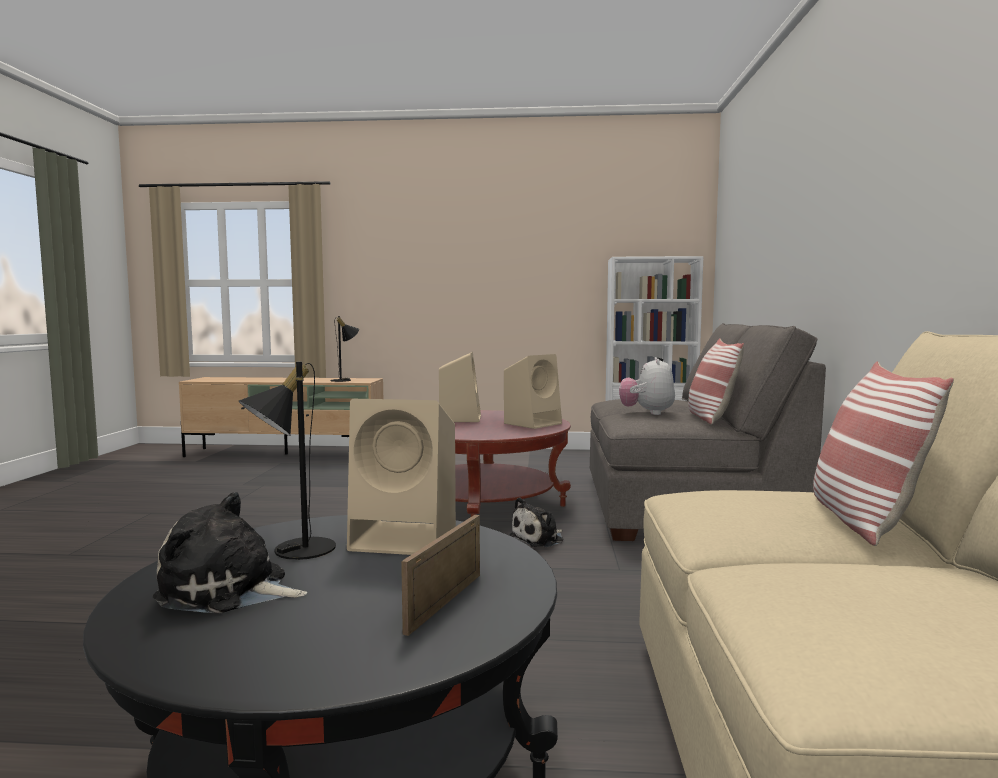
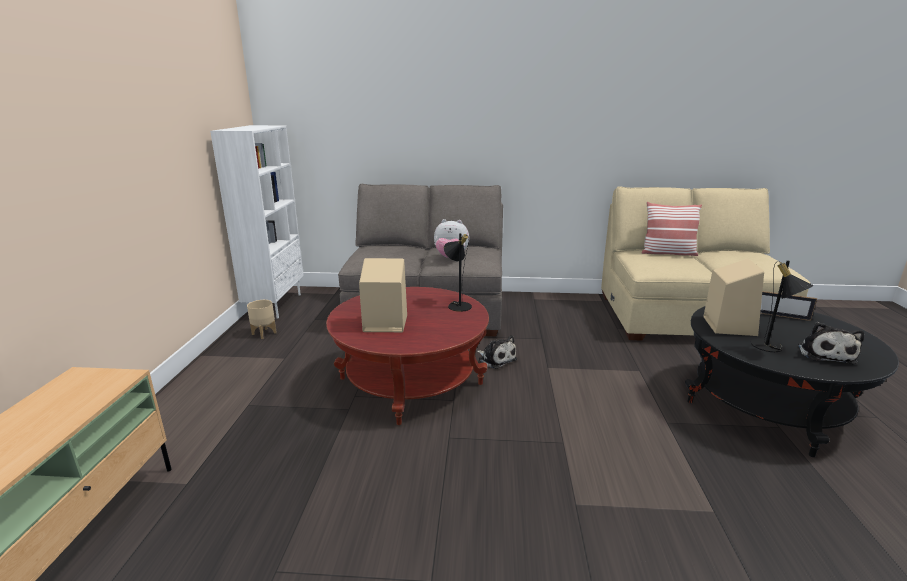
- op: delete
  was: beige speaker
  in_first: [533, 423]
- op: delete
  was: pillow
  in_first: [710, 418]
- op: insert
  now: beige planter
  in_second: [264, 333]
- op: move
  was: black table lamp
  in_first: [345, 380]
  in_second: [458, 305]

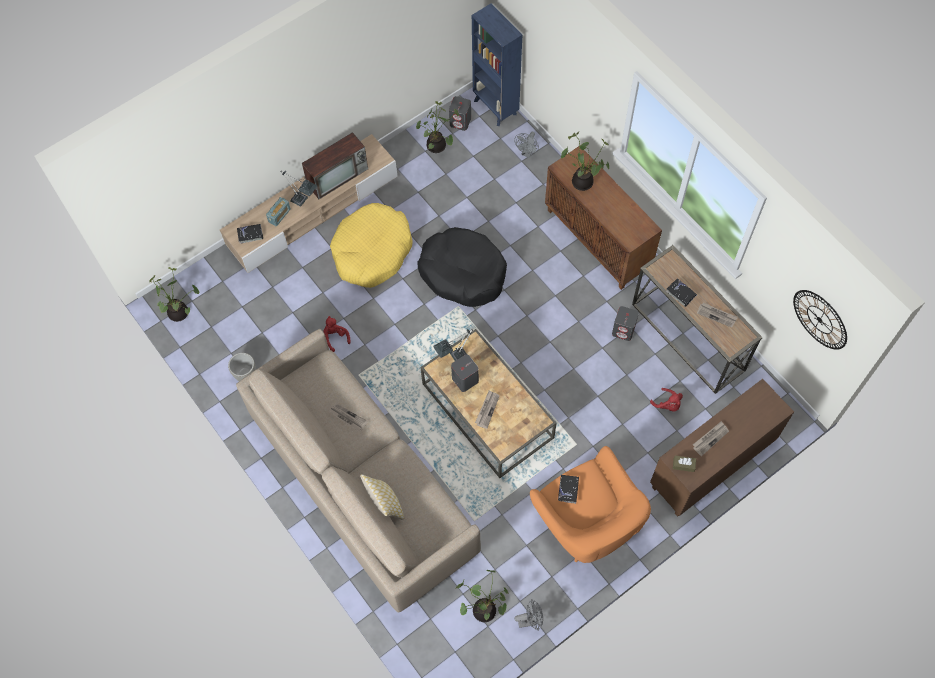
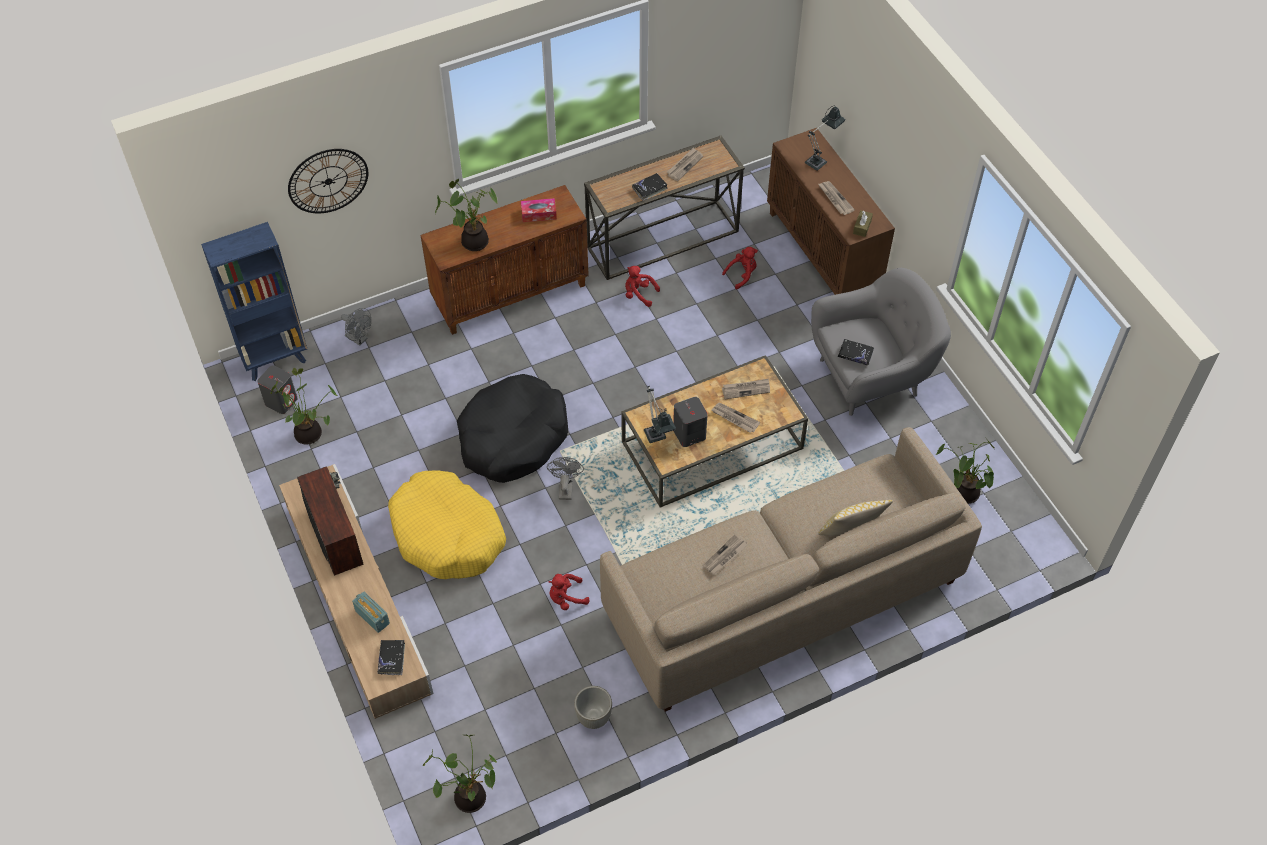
- op: insert
  now: tissue box
  in_second: [539, 214]
- op: insert
  now: newspaper
  in_second: [746, 389]
- op: move
  was: table lamp
  in_first: [302, 201]
  in_second: [819, 160]
- op: move
  was: grey fan
  in_first: [530, 620]
  in_second: [565, 487]
- op: move
  was: wall clock
  in_first: [820, 319]
  in_second: [328, 181]
- op: replace
  was: grey speaker
  now: red plush toy
  in_first: [623, 330]
  in_second: [639, 294]
- op: recolor
  was: orange armchair
  now: grey armchair
  in_first: [586, 522]
  in_second: [871, 376]

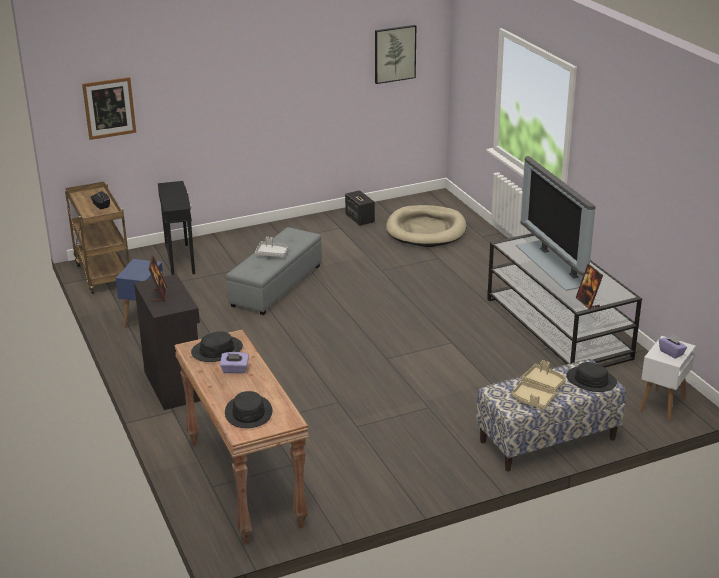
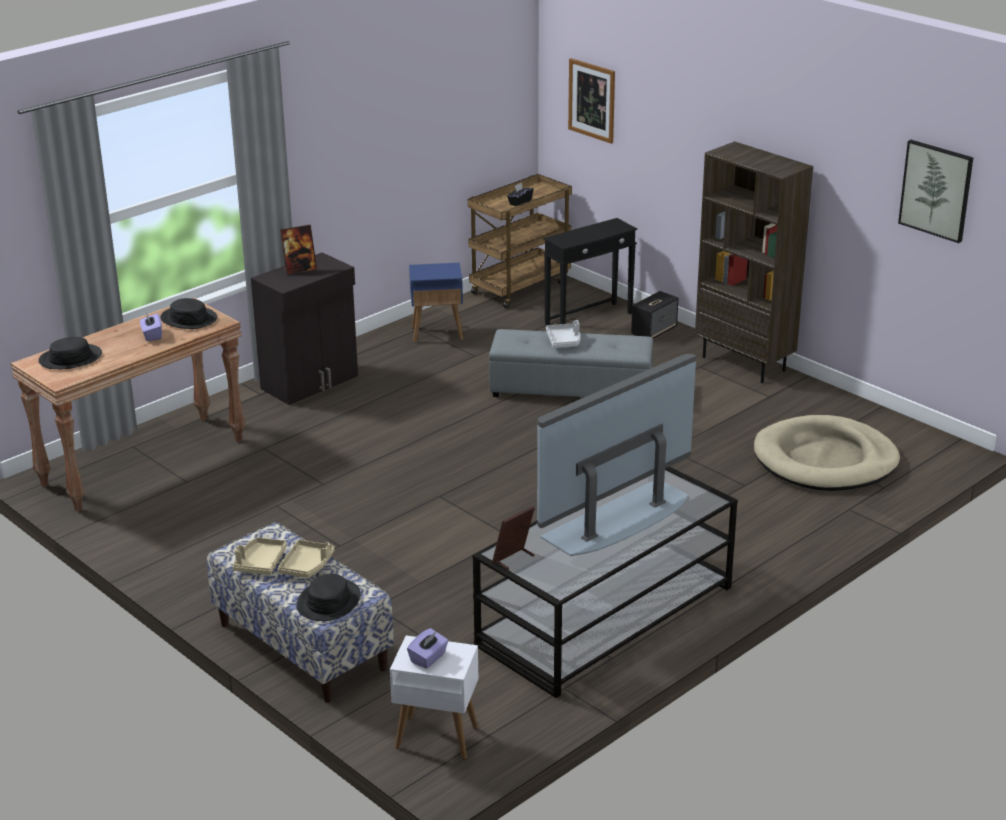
- op: insert
  now: brown bookcase
  in_second: [745, 364]
- op: move
  was: speaker
  in_first: [359, 218]
  in_second: [654, 331]

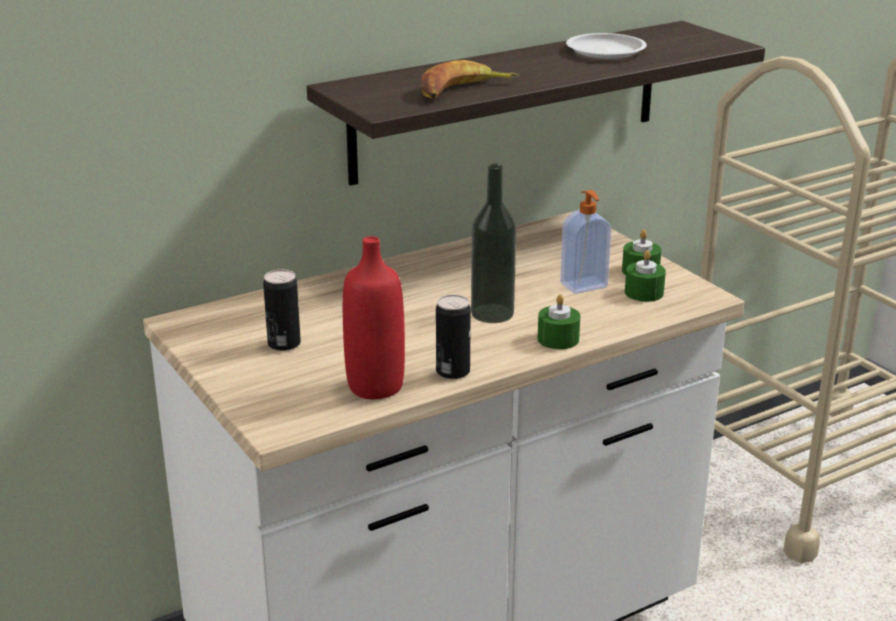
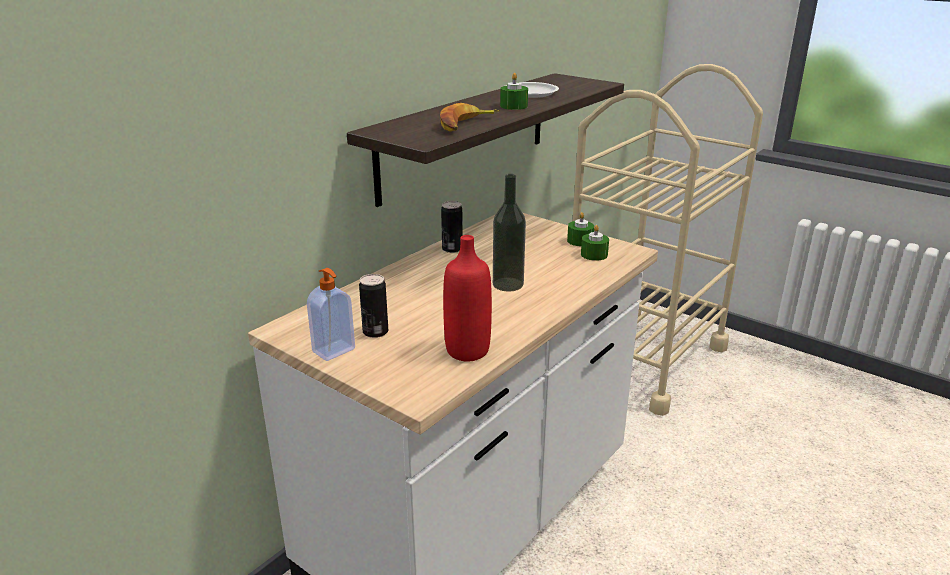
- op: move
  was: can
  in_first: [453, 372]
  in_second: [452, 249]
- op: move
  was: green candle
  in_first: [558, 339]
  in_second: [513, 106]
- op: move
  was: soap dispenser
  in_first: [584, 286]
  in_second: [334, 351]

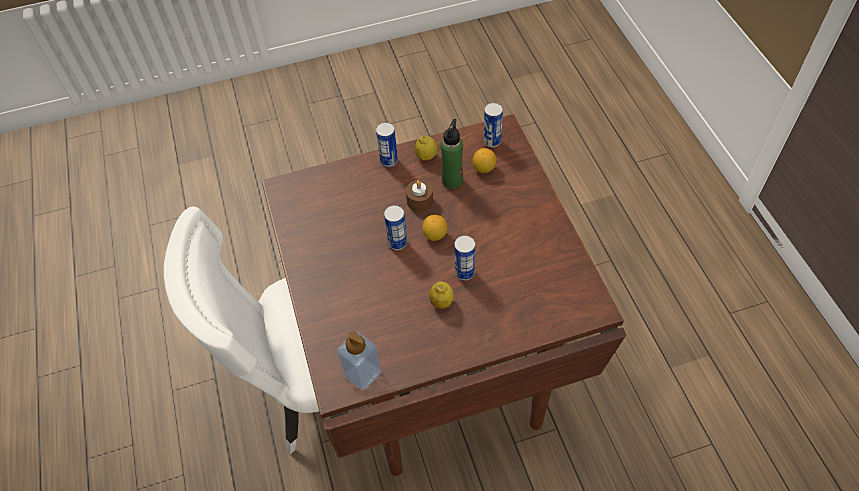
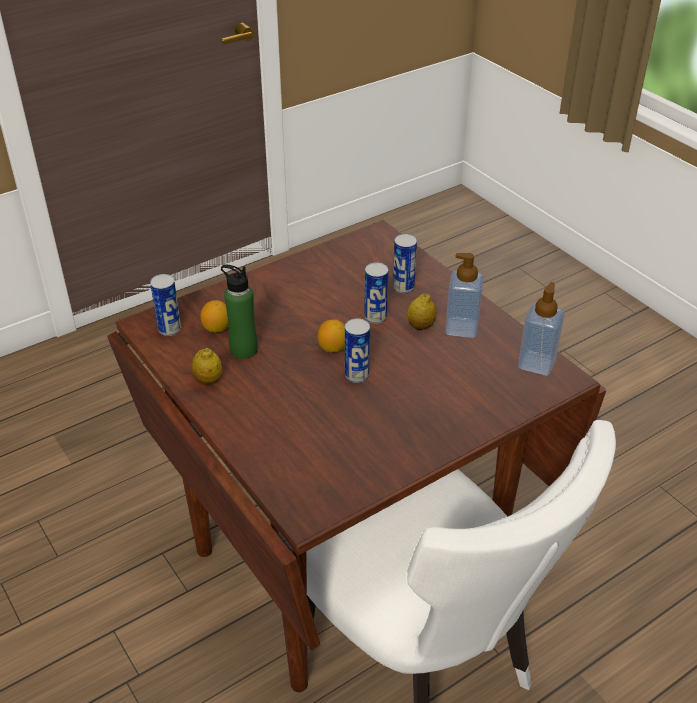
- op: delete
  was: brown candle
  in_first: [420, 201]
- op: insert
  now: soap dispenser
  in_second: [461, 328]
- op: move
  was: can
  in_first: [389, 161]
  in_second: [403, 287]

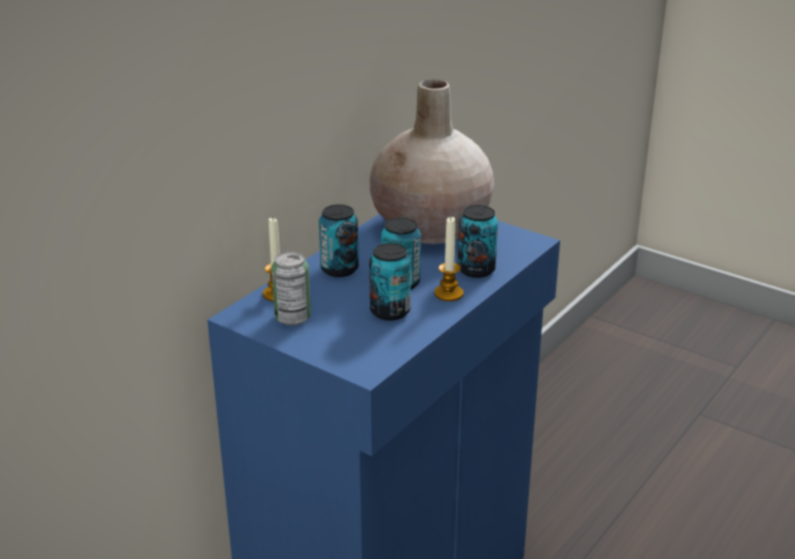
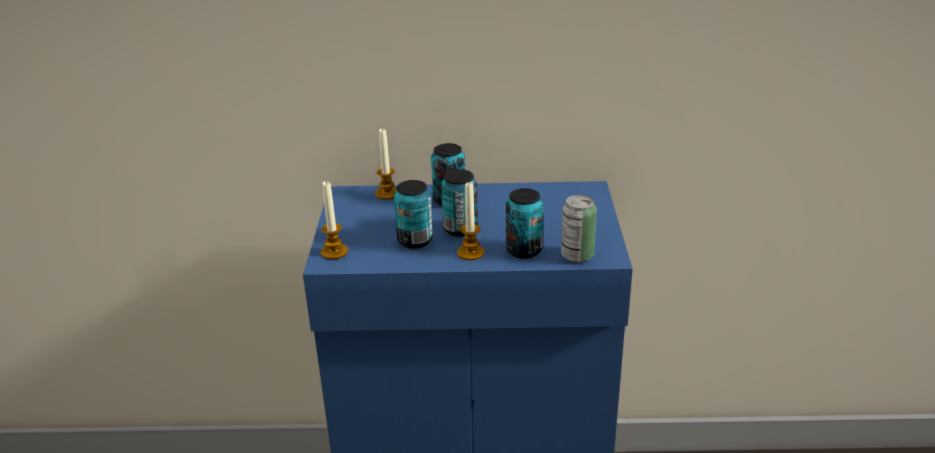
- op: delete
  was: beige vase
  in_first: [431, 227]
- op: insert
  now: candle
  in_second: [334, 252]
- op: move
  was: can
  in_first: [292, 318]
  in_second: [577, 255]

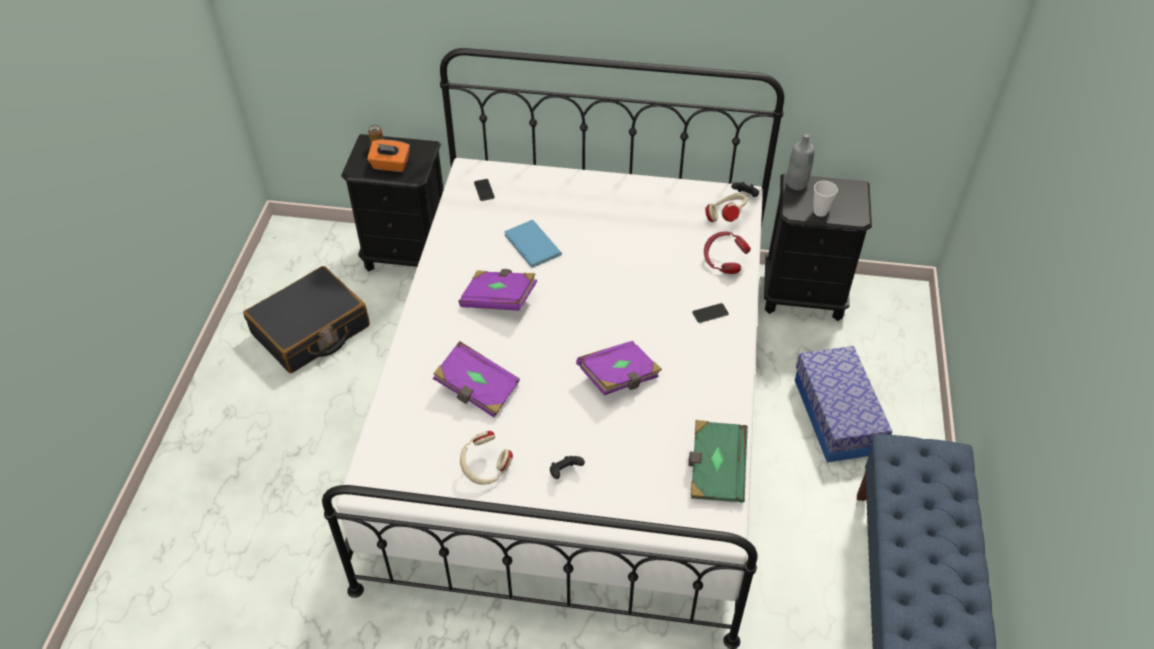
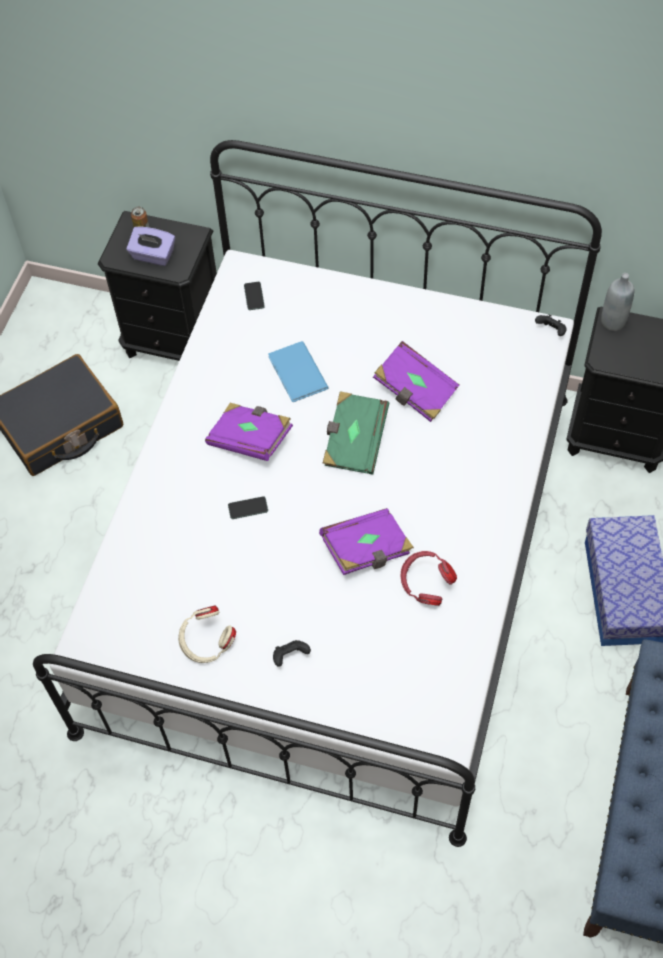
- op: delete
  was: beige headphones
  in_first: [726, 217]
- op: delete
  was: cup
  in_first: [820, 212]
- op: move
  was: purple book
  in_first: [477, 390]
  in_second: [415, 391]
- op: move
  was: green book
  in_first: [715, 471]
  in_second: [354, 442]
- op: move
  was: phone
  in_first: [710, 313]
  in_second: [248, 508]
- op: move
  was: red headphones
  in_first: [723, 263]
  in_second: [425, 586]
- op: recolor
  was: orange tissue box
  now: purple tissue box
  in_first: [390, 165]
  in_second: [153, 256]

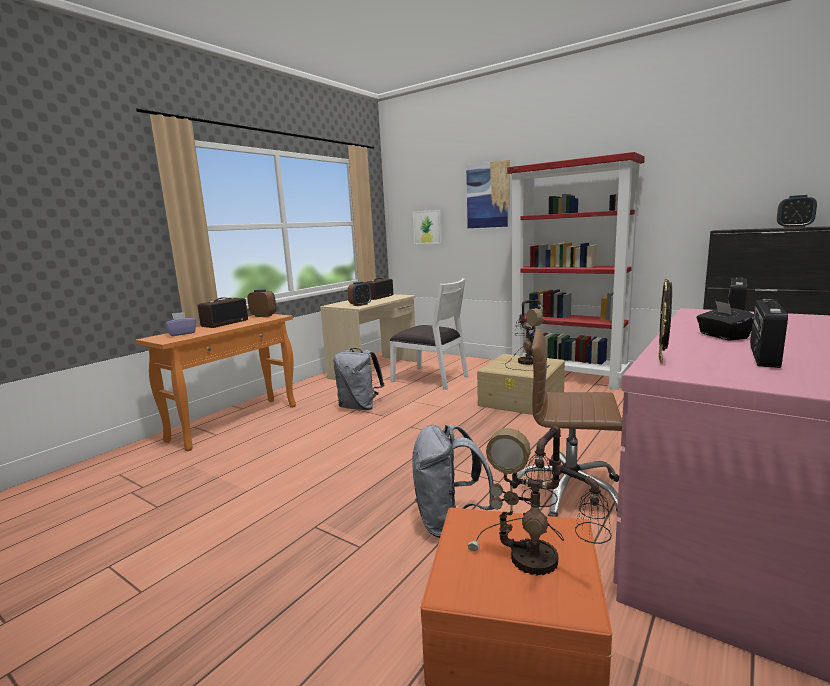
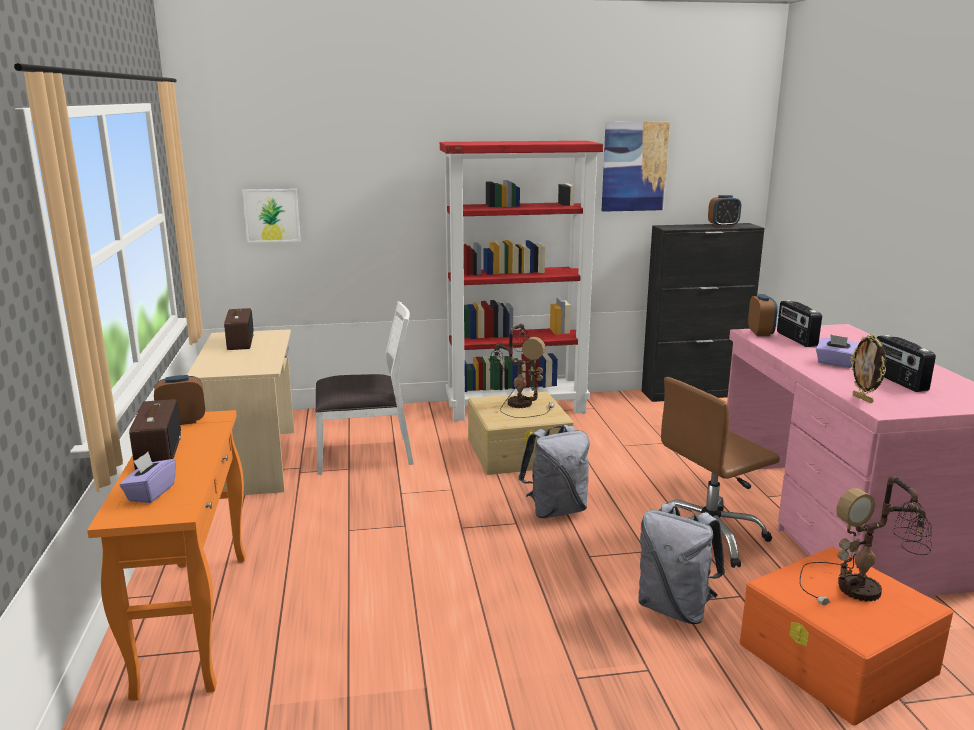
- op: move
  was: grey backpack
  in_first: [359, 407]
  in_second: [556, 510]
- op: move
  was: alarm clock
  in_first: [360, 305]
  in_second: [760, 333]
- op: move
  was: picture
  in_first: [488, 195]
  in_second: [634, 166]
- op: recolor
  was: black tissue box
  now: purple tissue box
  in_first: [722, 336]
  in_second: [835, 363]

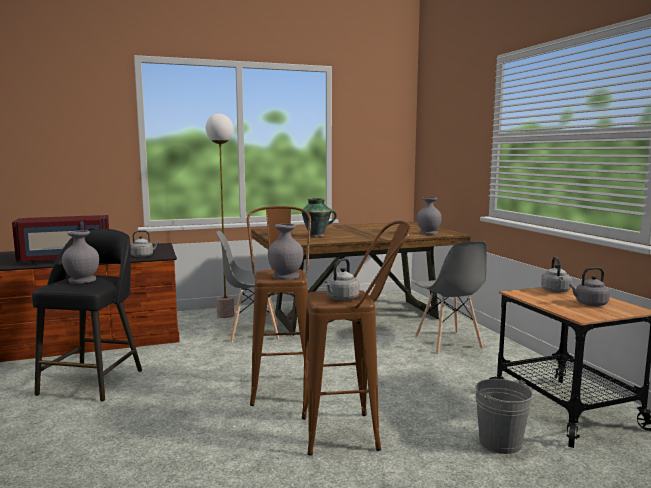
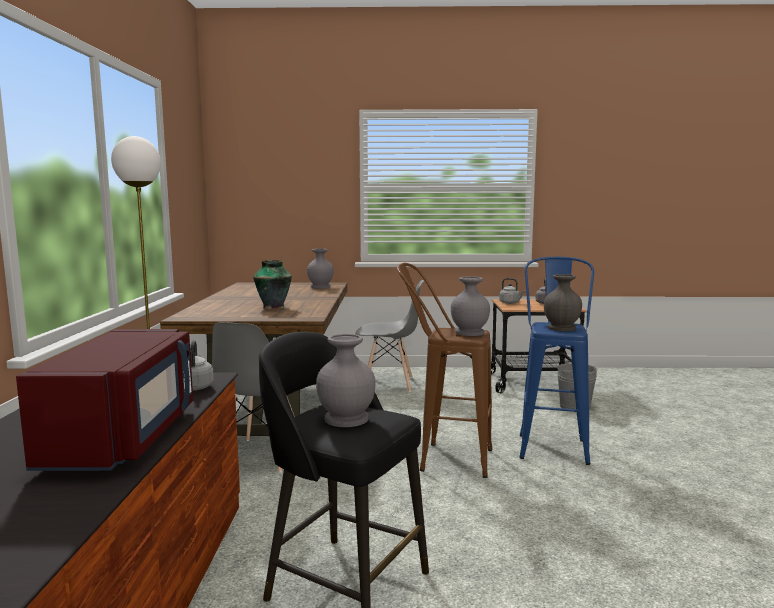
- op: replace
  was: grey kettle
  now: grey vase
  in_first: [341, 299]
  in_second: [562, 328]
- op: recolor
  was: brown stool
  now: blue stool
  in_first: [354, 432]
  in_second: [552, 444]

